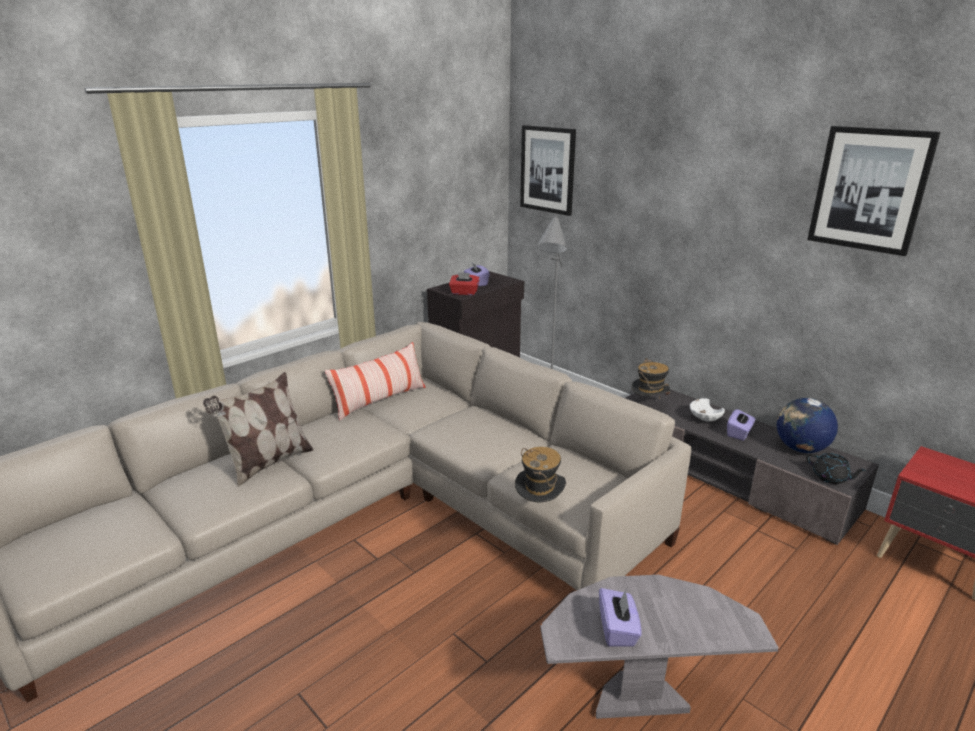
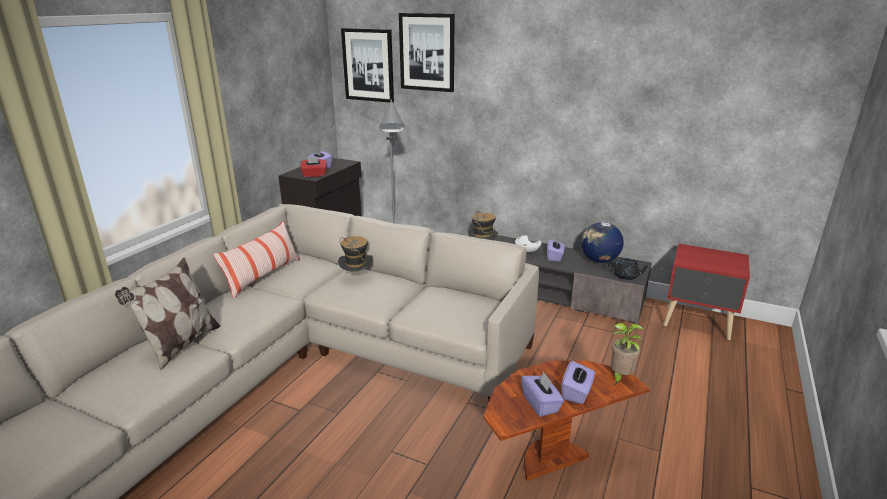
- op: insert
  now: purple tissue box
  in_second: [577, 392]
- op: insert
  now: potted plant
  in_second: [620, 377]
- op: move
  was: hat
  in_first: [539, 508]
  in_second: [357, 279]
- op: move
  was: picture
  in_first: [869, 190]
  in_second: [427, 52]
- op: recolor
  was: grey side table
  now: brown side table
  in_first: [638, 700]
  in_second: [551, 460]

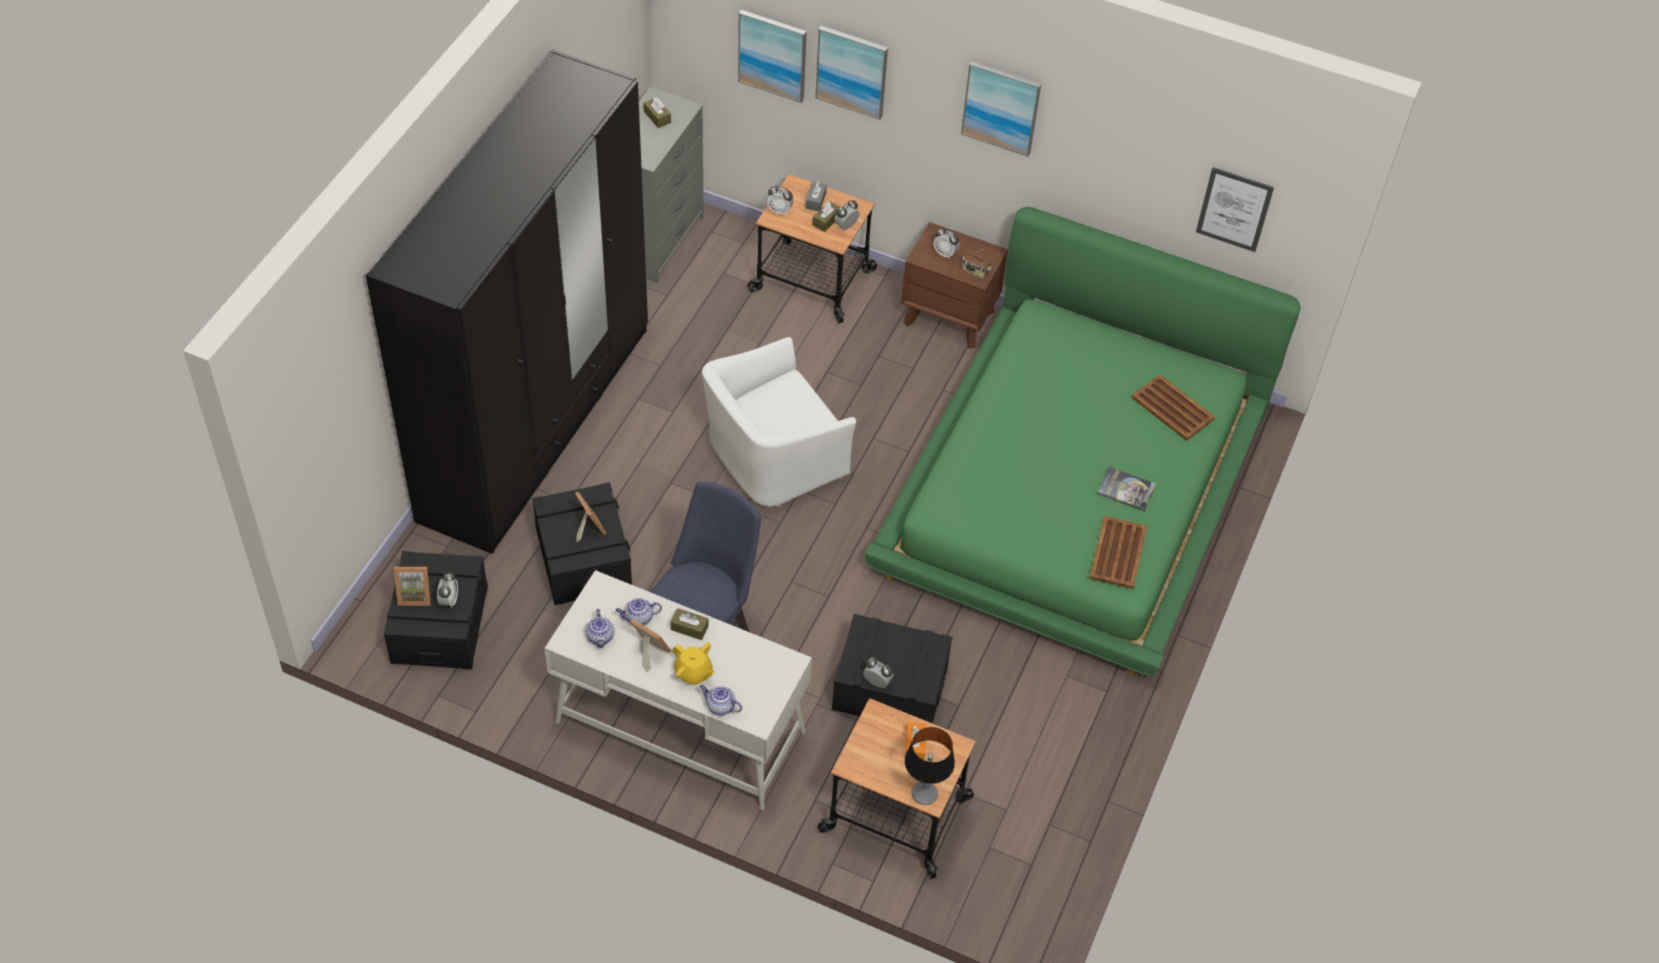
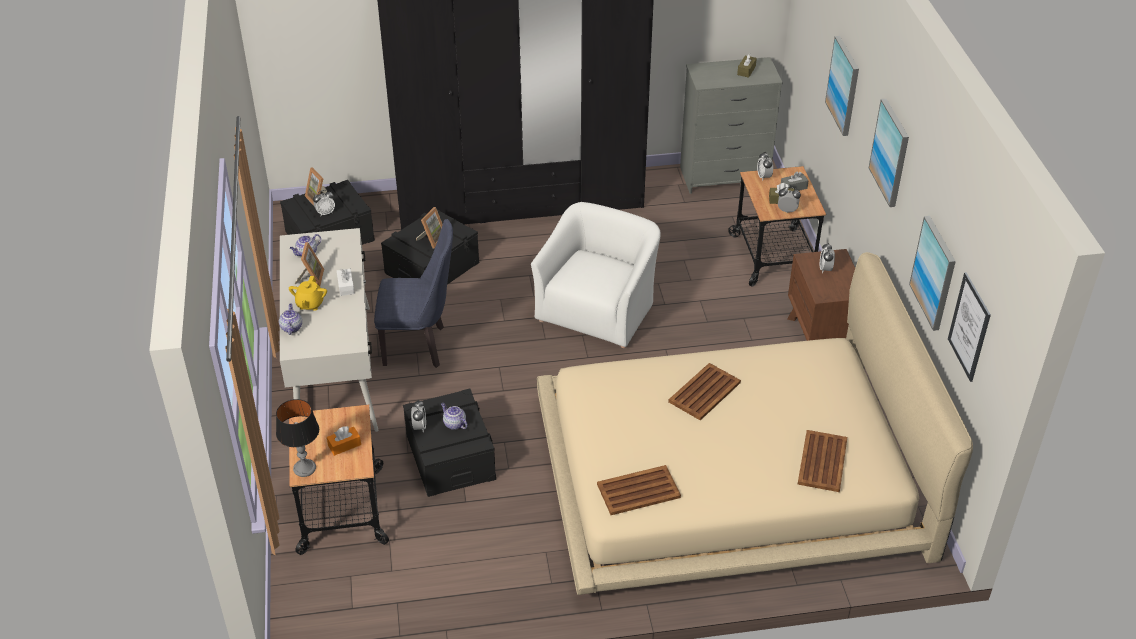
- op: delete
  was: radio
  in_first: [975, 271]
- op: delete
  was: book
  in_first: [1126, 489]
- op: insert
  now: brown tray
  in_second: [705, 392]
- op: move
  was: teapot
  in_first: [638, 618]
  in_second: [454, 424]
- op: move
  was: picture
  in_first: [772, 55]
  in_second: [934, 273]
- op: recolor
  was: brown tissue box
  now: white tissue box
  in_first: [689, 628]
  in_second: [346, 286]
- op: recolor
  was: green bed
  now: beige bed
  in_first: [1073, 488]
  in_second: [731, 476]
- op: rotate
  was: white armchair
  in_first: [773, 457]
  in_second: [597, 310]
  clockwise: 90

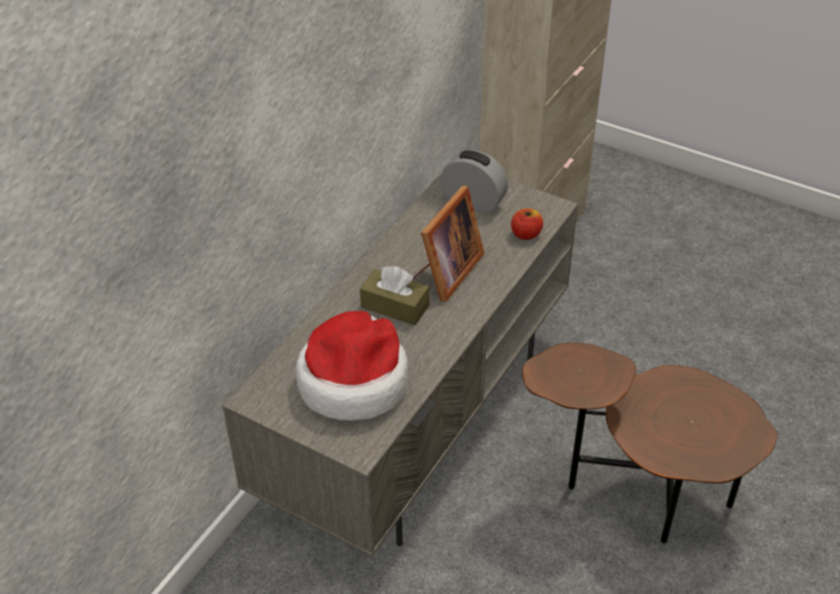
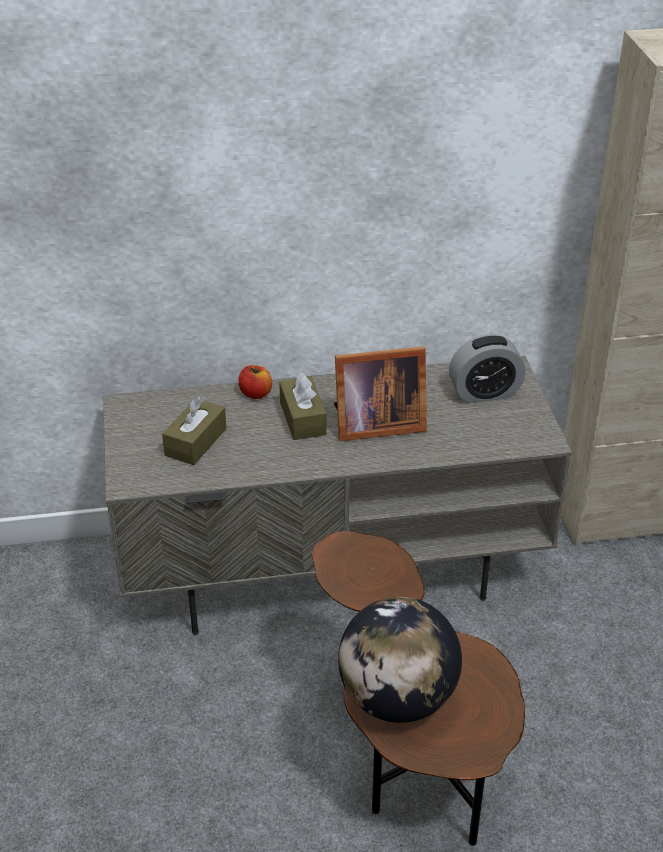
- op: insert
  now: globe
  in_second: [397, 699]
- op: move
  was: apple
  in_first: [526, 234]
  in_second: [256, 393]
- op: replace
  was: hat
  now: brown tissue box
  in_first: [354, 381]
  in_second: [195, 442]
- op: rotate
  was: alarm clock
  in_first: [473, 202]
  in_second: [484, 393]
  clockwise: 90

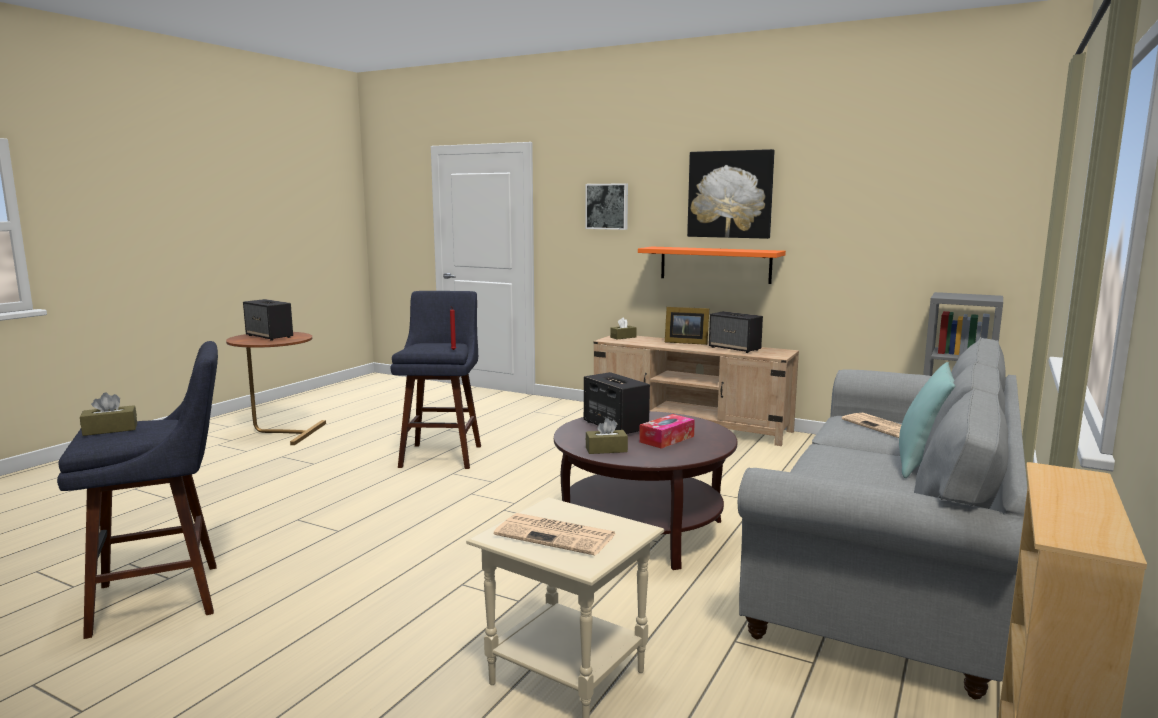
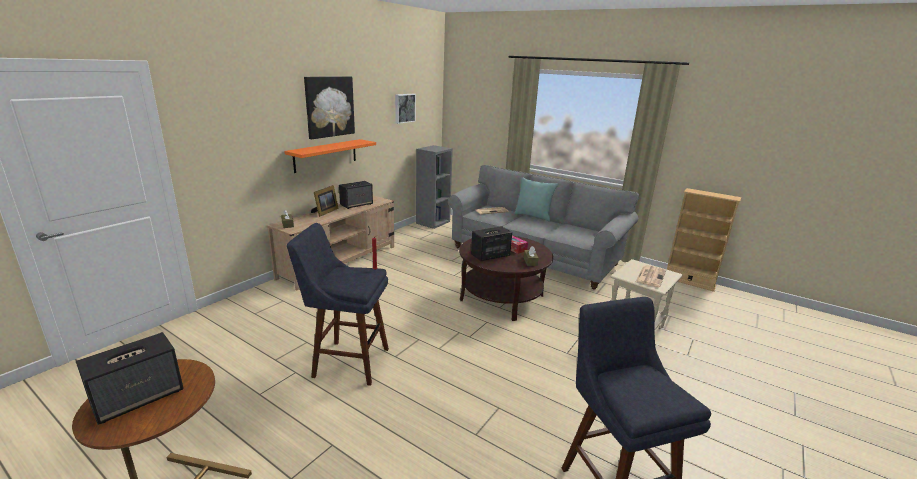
- op: delete
  was: brown tissue box
  in_first: [110, 429]
- op: move
  was: picture
  in_first: [607, 206]
  in_second: [404, 108]

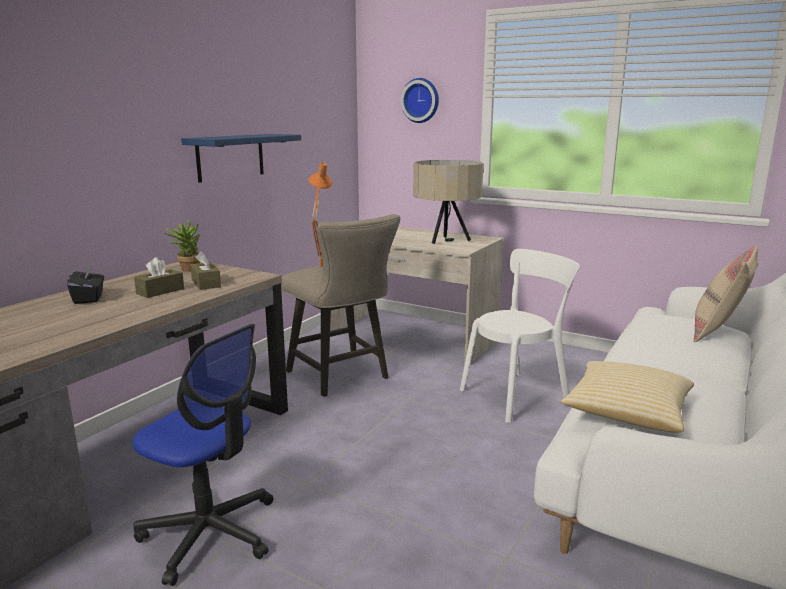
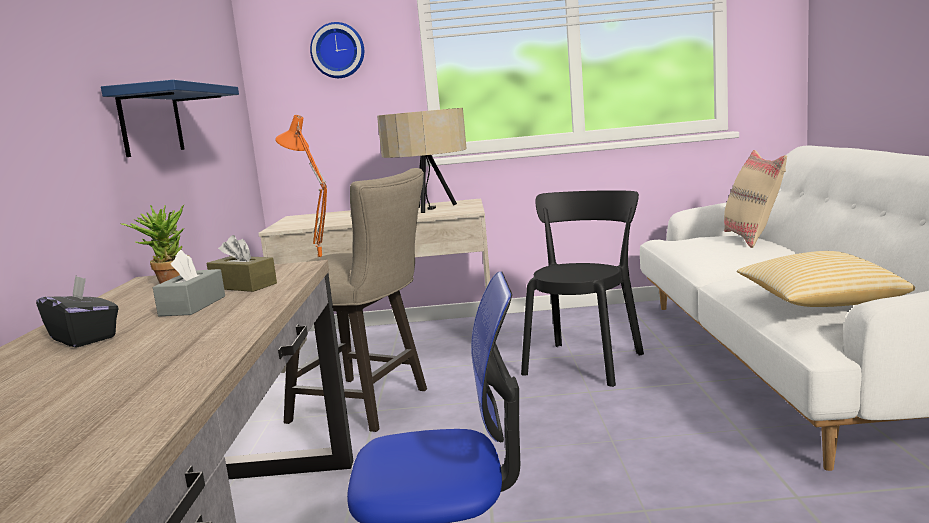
- op: recolor
  was: brown tissue box
  now: grey tissue box
  in_first: [160, 291]
  in_second: [193, 306]
- op: recolor
  was: white chair
  now: black chair
  in_first: [517, 396]
  in_second: [585, 362]

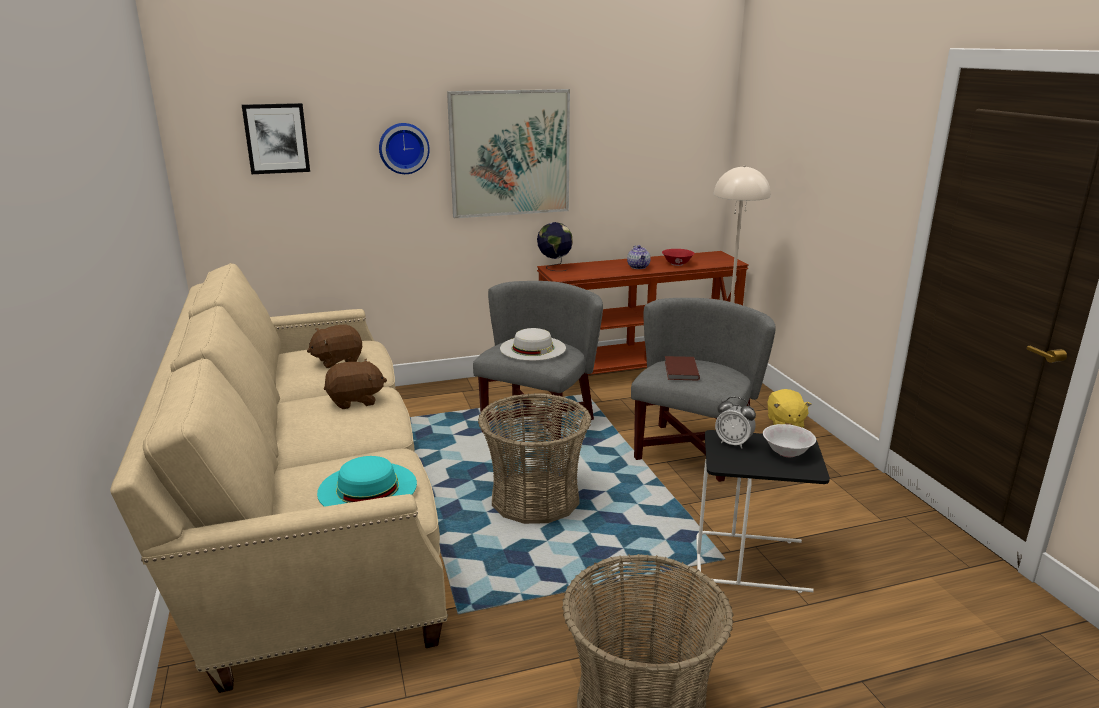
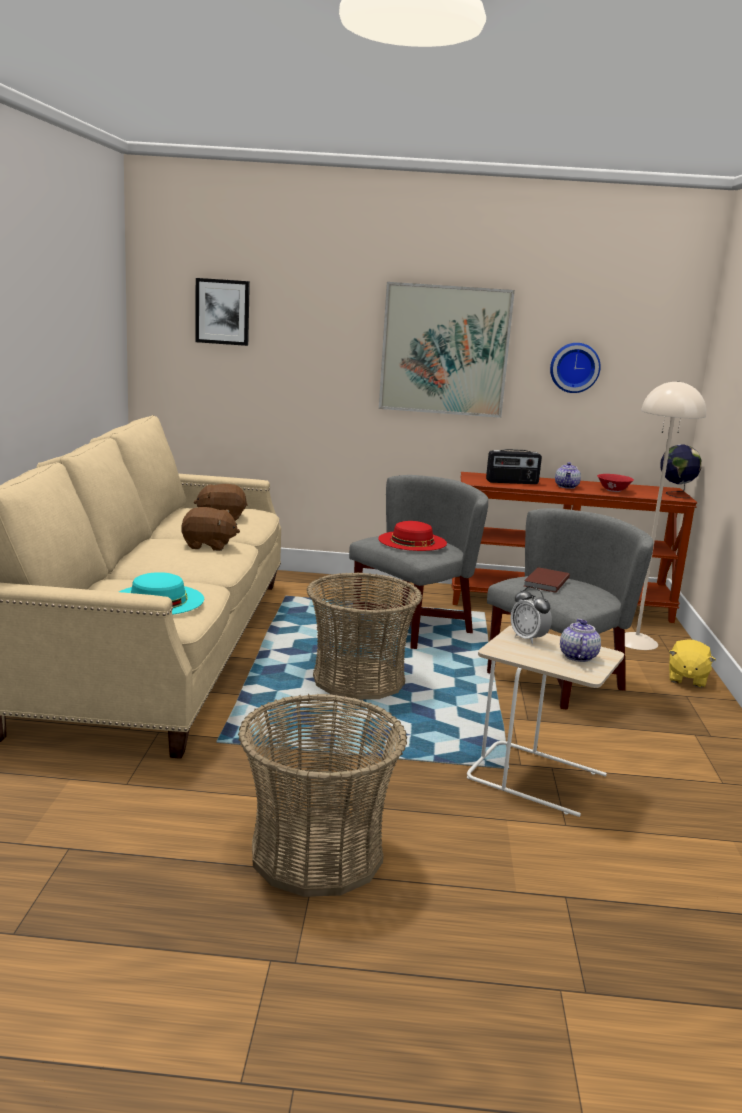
- op: insert
  now: radio
  in_second: [512, 482]
- op: move
  was: wall clock
  in_first: [403, 148]
  in_second: [574, 367]
- op: move
  was: globe
  in_first: [554, 267]
  in_second: [675, 494]
- op: replace
  was: white bowl
  now: teapot
  in_first: [787, 452]
  in_second: [577, 656]
- op: recolor
  was: white hat
  now: red hat
  in_first: [533, 348]
  in_second: [412, 541]
- op: recolor
  was: black side table
  now: beige side table
  in_first: [752, 561]
  in_second: [537, 777]

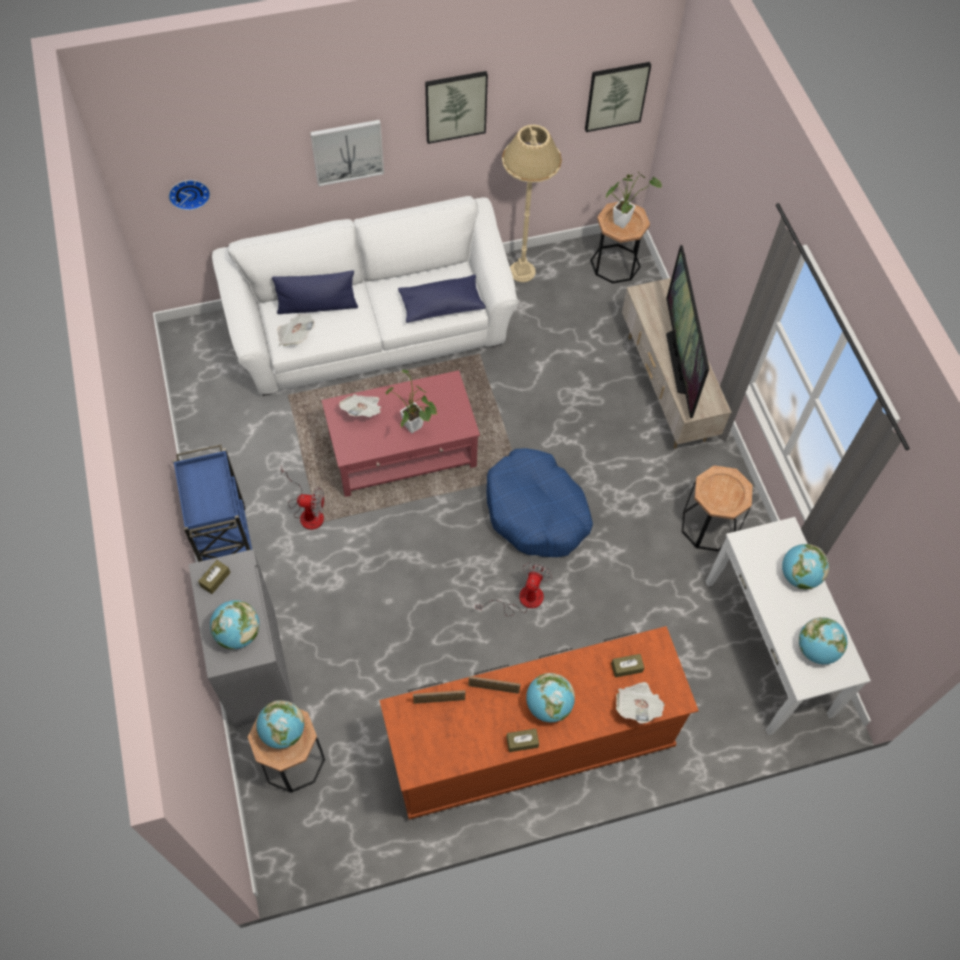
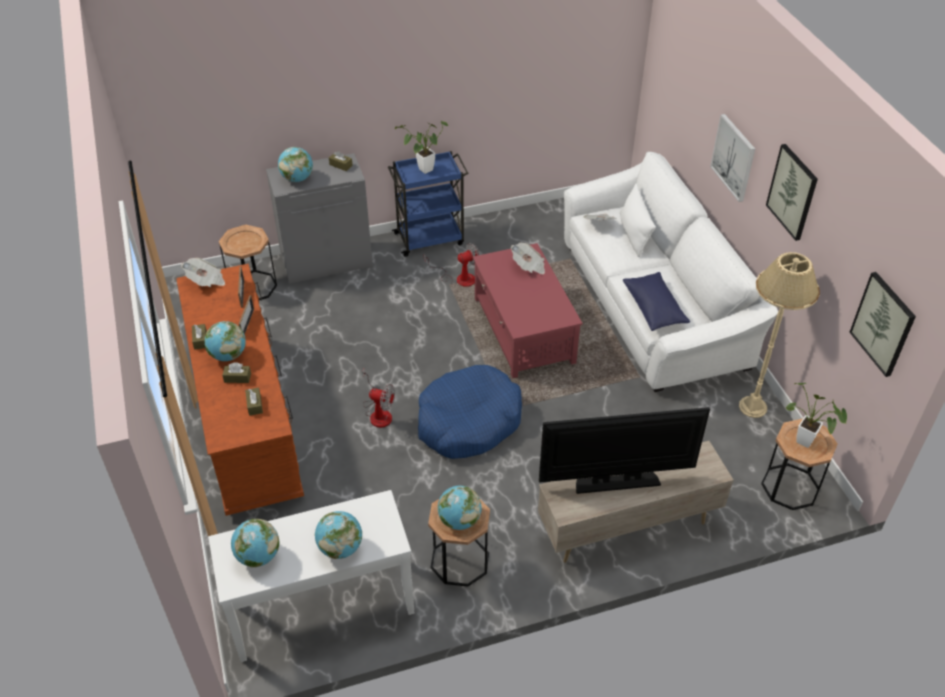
- op: delete
  was: wall clock
  in_first: [188, 192]
- op: insert
  now: brown tissue box
  in_second: [237, 378]
- op: move
  was: globe
  in_first: [283, 731]
  in_second: [459, 520]
- op: move
  was: potted plant
  in_first: [415, 429]
  in_second: [423, 171]
- op: move
  was: newspaper
  in_first: [637, 706]
  in_second: [206, 281]
- op: recolor
  was: blue pillow
  now: white pillow
  in_first: [317, 306]
  in_second: [634, 234]
- op: rotate
  was: fan
  in_first: [307, 512]
  in_second: [459, 278]
  clockwise: -120

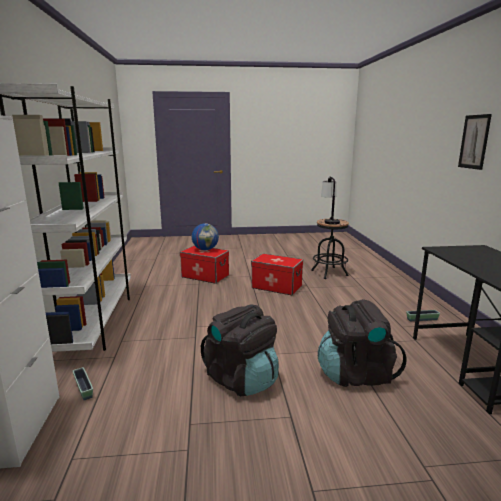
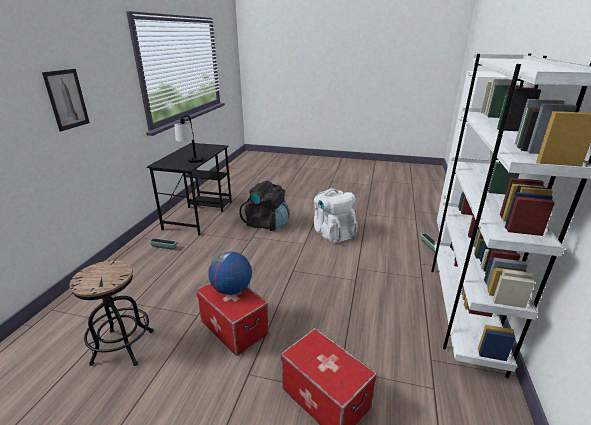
- op: move
  was: globe
  in_first: [205, 249]
  in_second: [231, 290]
- op: move
  was: table lamp
  in_first: [329, 221]
  in_second: [192, 162]
- op: recolor
  was: black backpack
  now: white backpack
  in_first: [242, 379]
  in_second: [332, 233]

